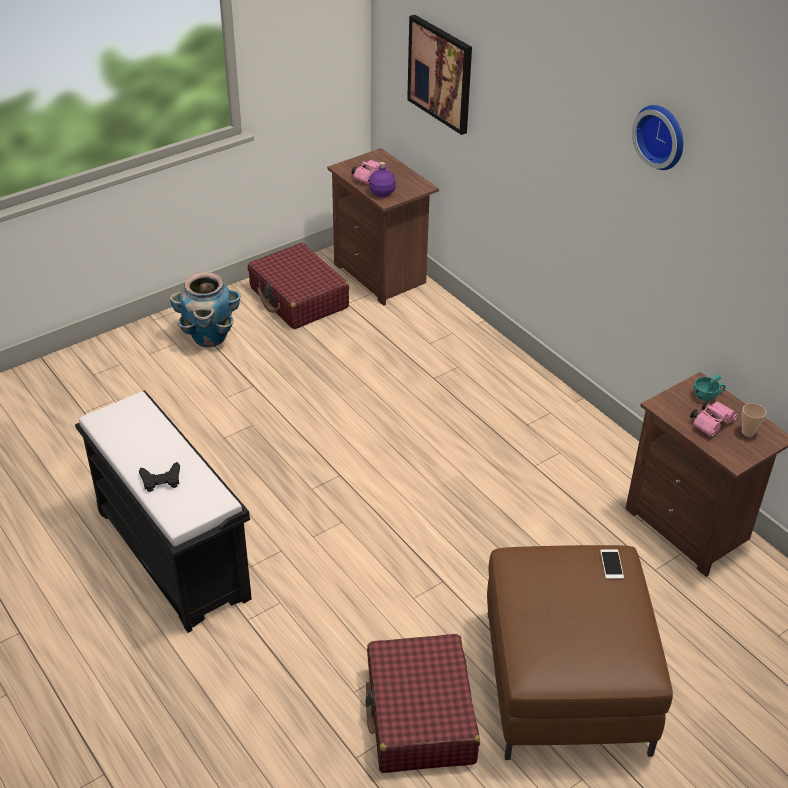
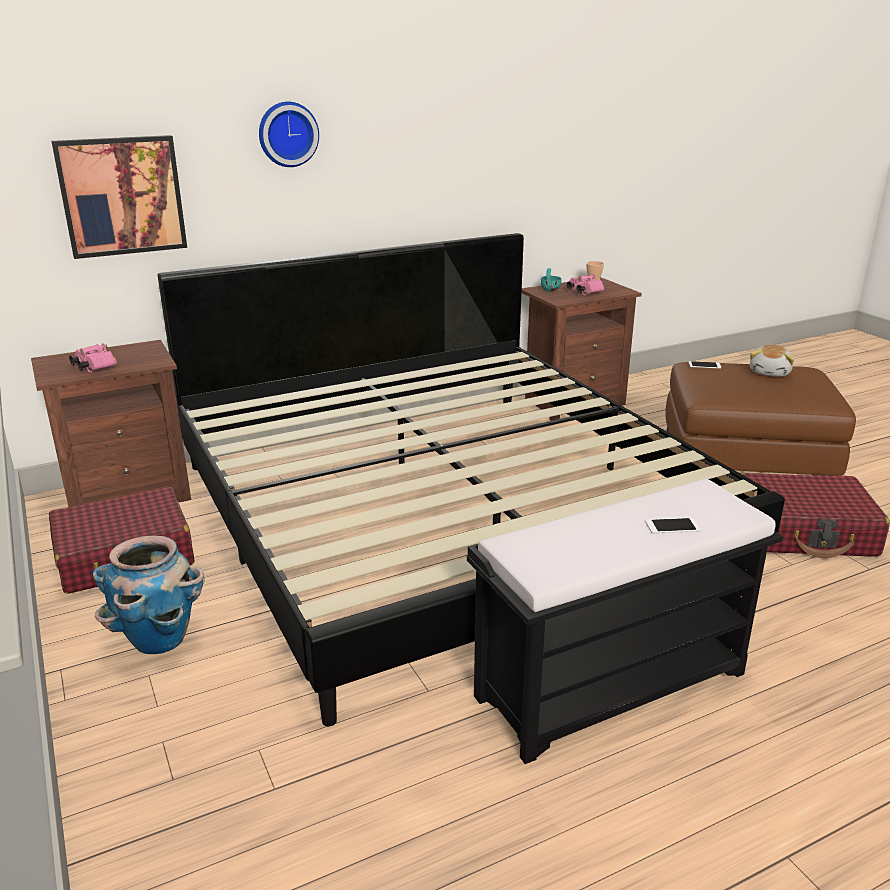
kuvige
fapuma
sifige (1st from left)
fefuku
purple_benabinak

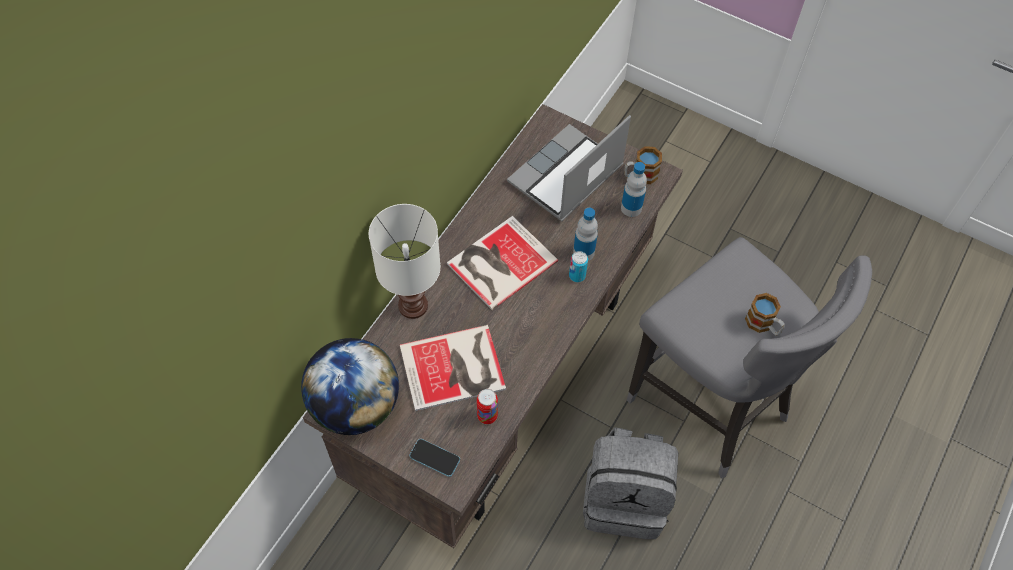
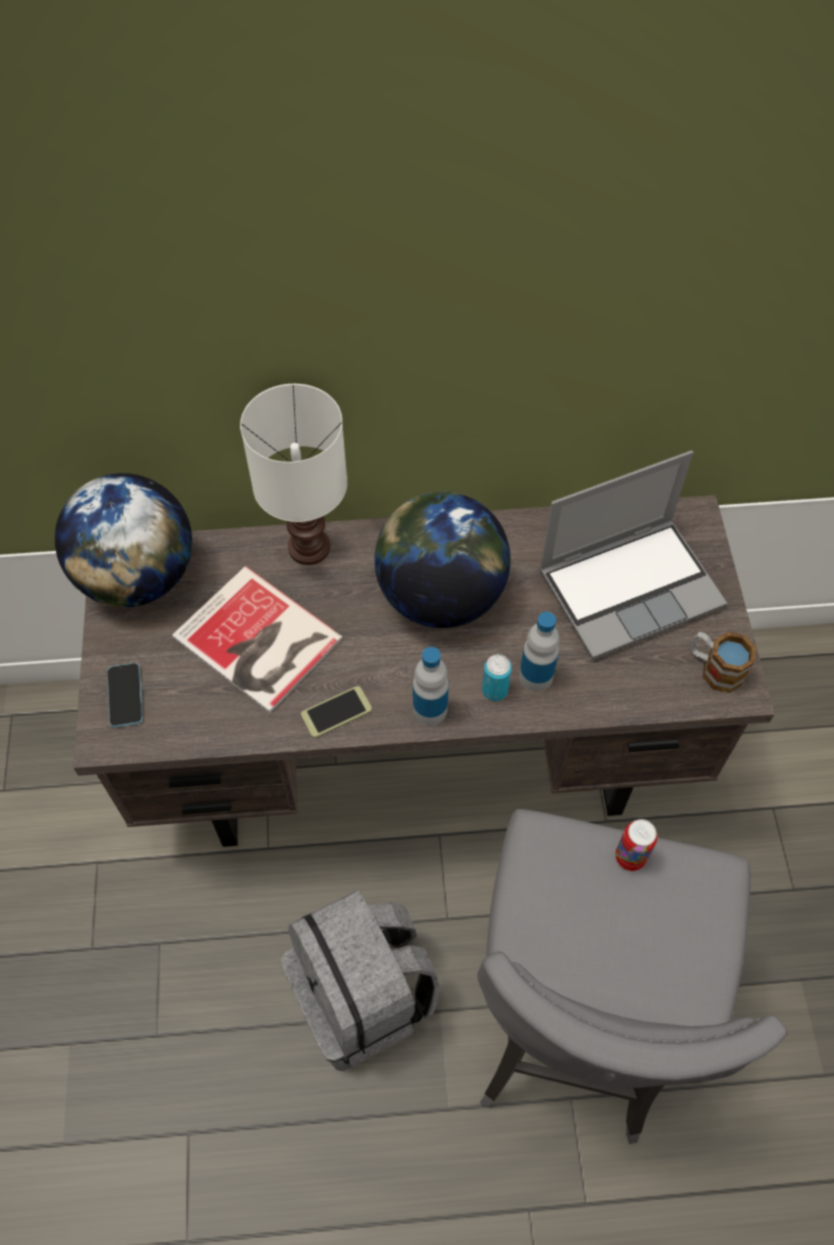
sifige (2nd from left)
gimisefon (2nd from left)
benabinak (1st from left)
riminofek
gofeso (2nd from left)
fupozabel (2nd from left in the first image)

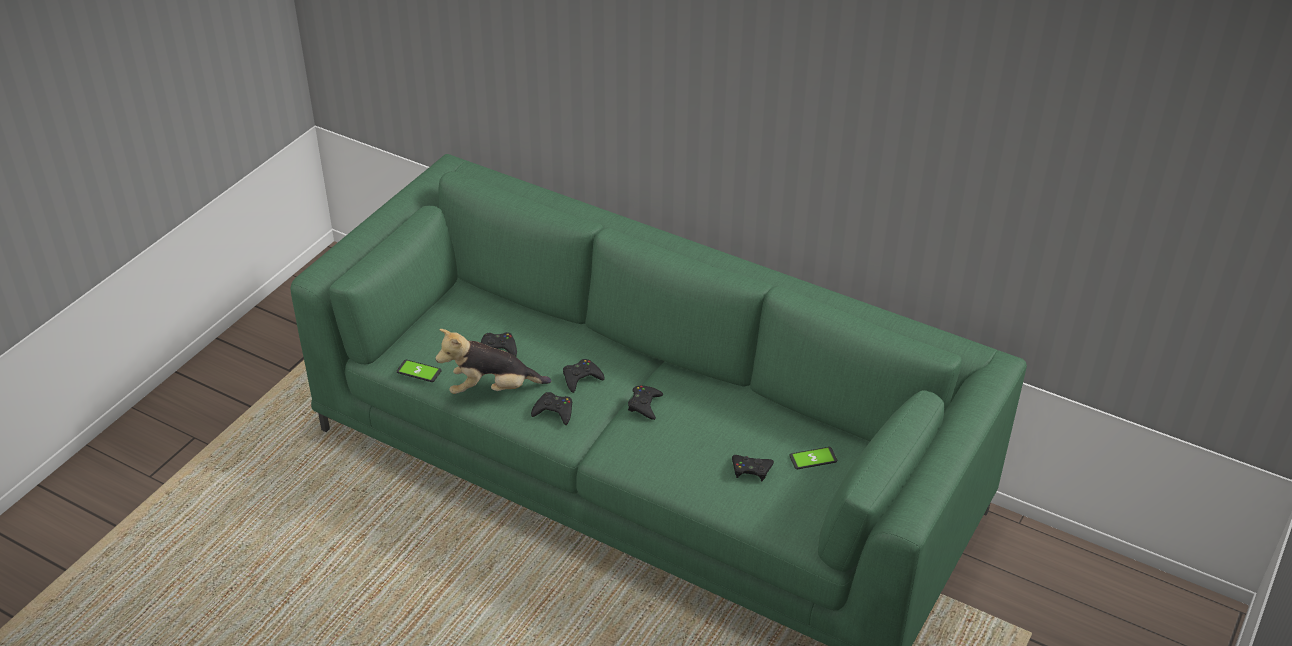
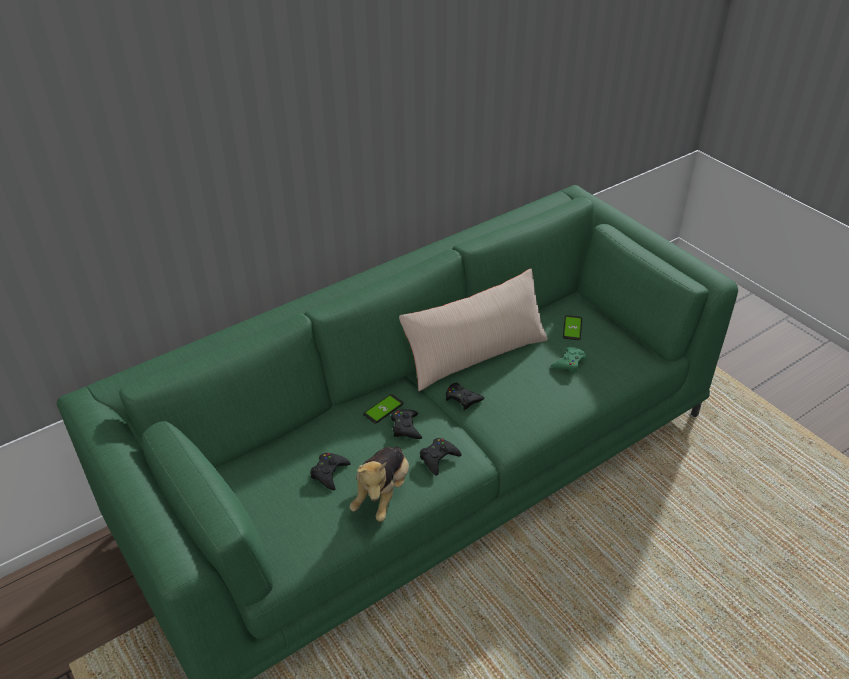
sifige (1st from left)
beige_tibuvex
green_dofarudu

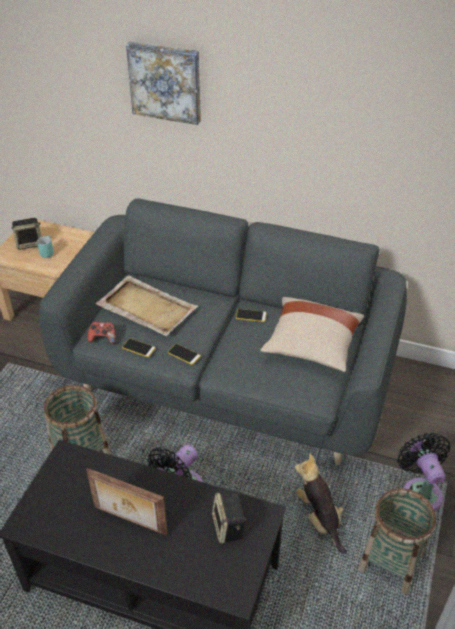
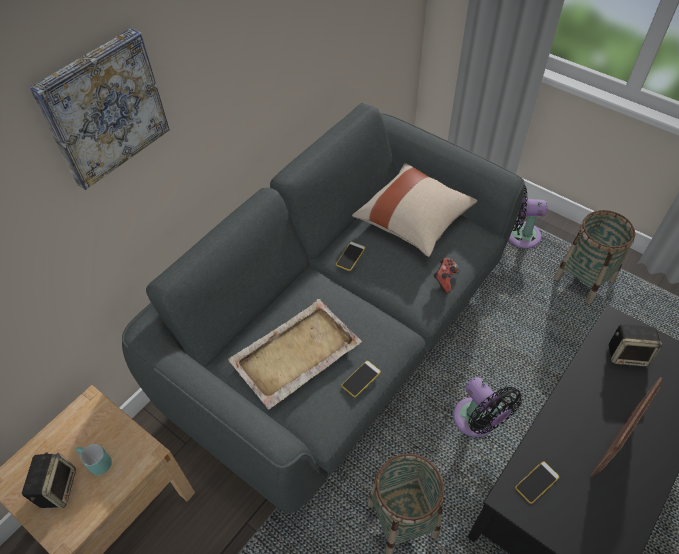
dofarudu
sifige (3rd from left)
fefuku

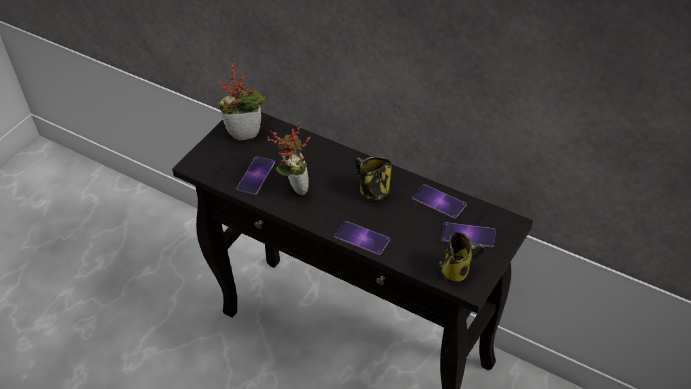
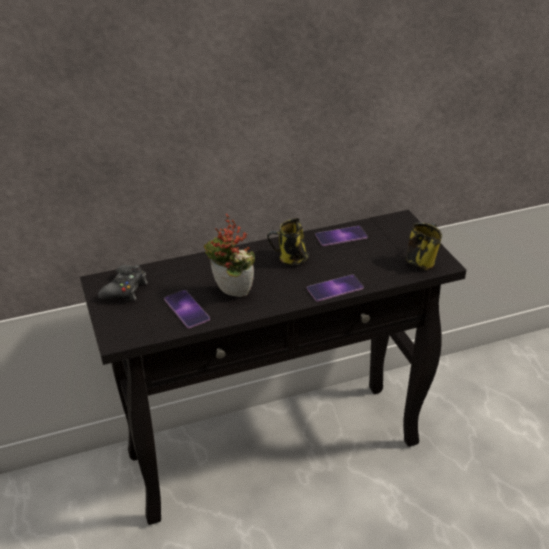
black_dofarudu
sifige (4th from left in the first image)

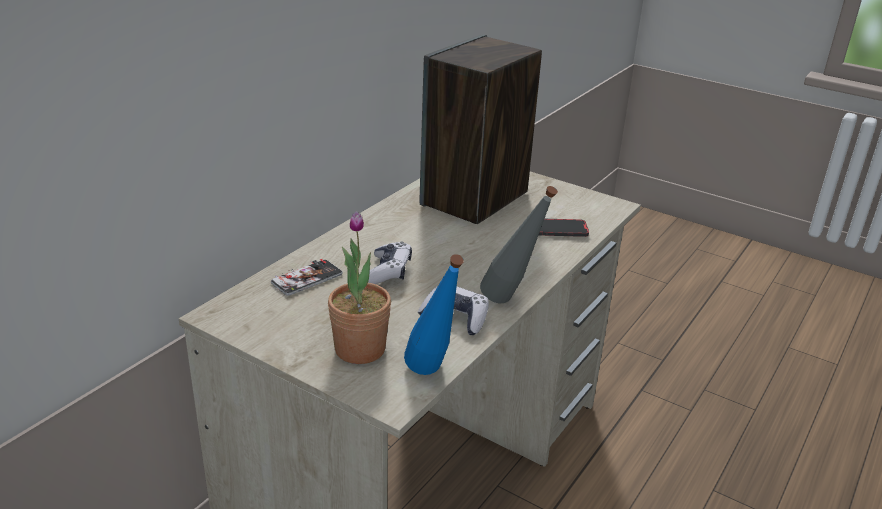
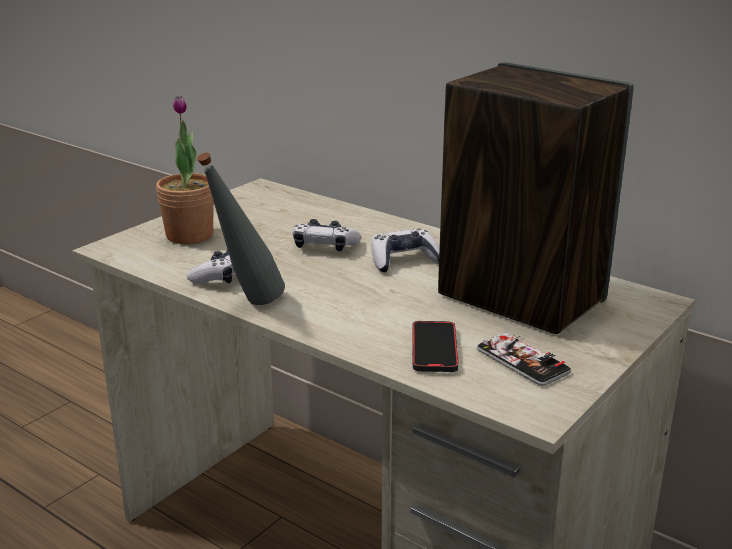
dofarudu (3rd from left)
sifige (2nd from left)
blue_benabinak

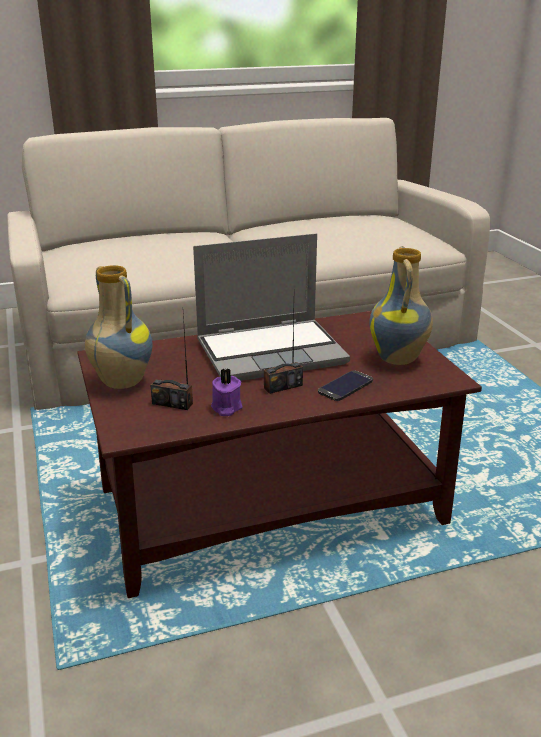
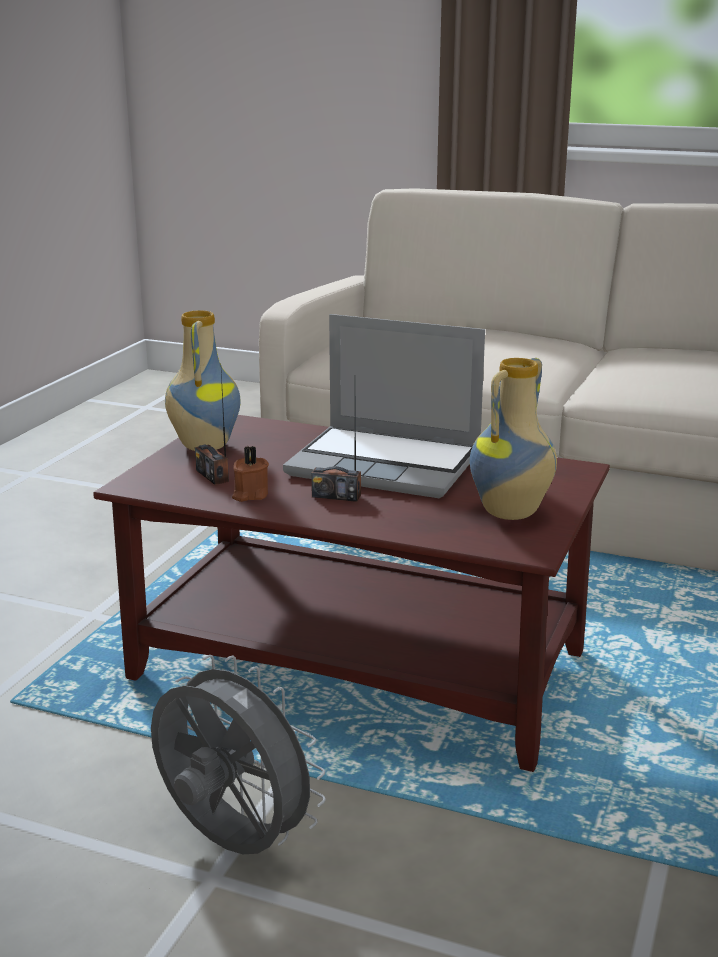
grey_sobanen
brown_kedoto
sifige

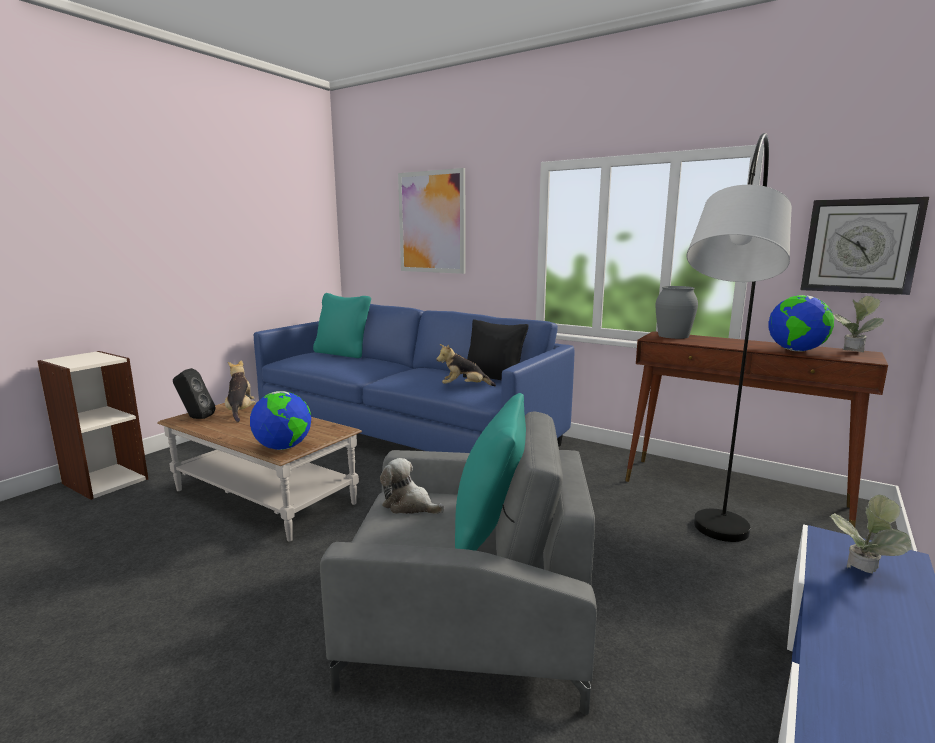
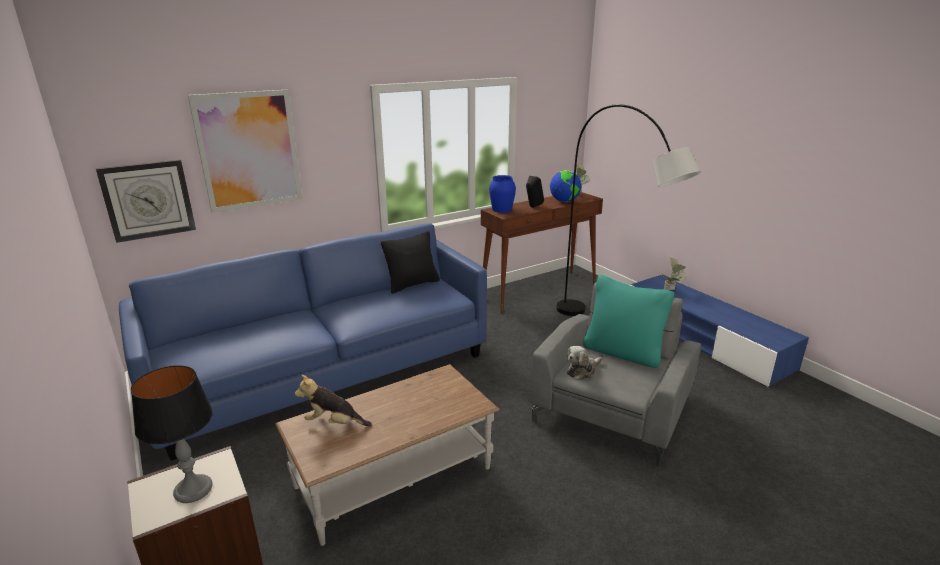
fapuma
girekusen
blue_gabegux
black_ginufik
gimisefon (1st from left in the first image)
turquoise_tibuvex (1st from left in the first image)
fefuku (3rd from left in the first image)

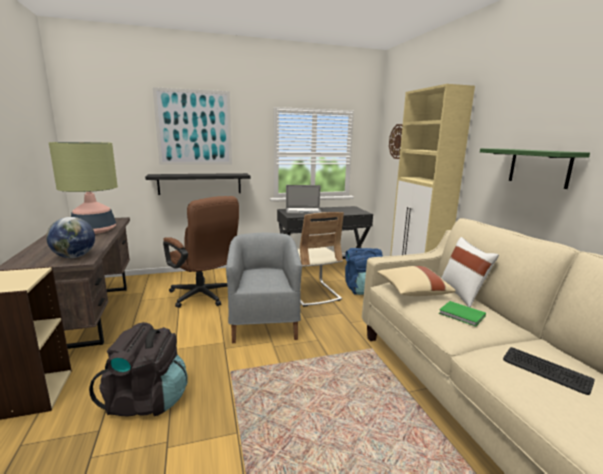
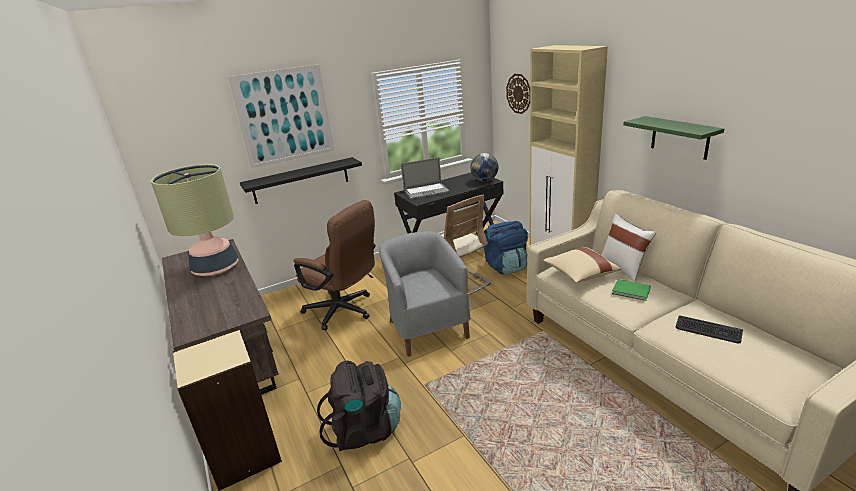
gimisefon

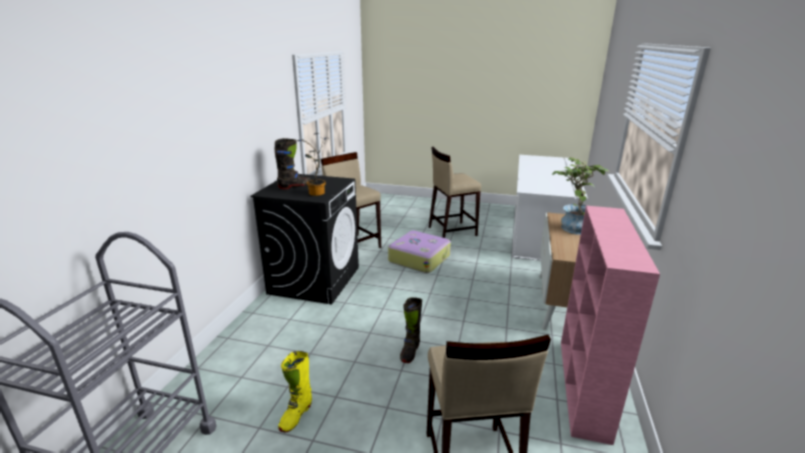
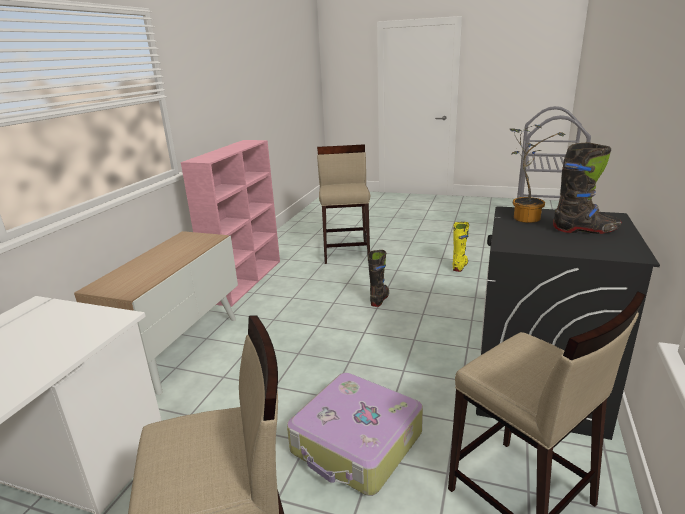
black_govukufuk (2nd from left)
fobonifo (2nd from left in the first image)

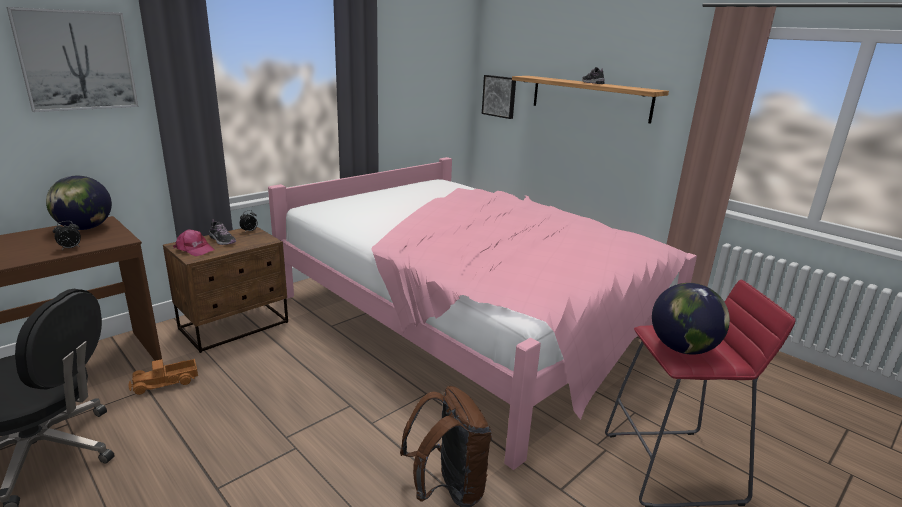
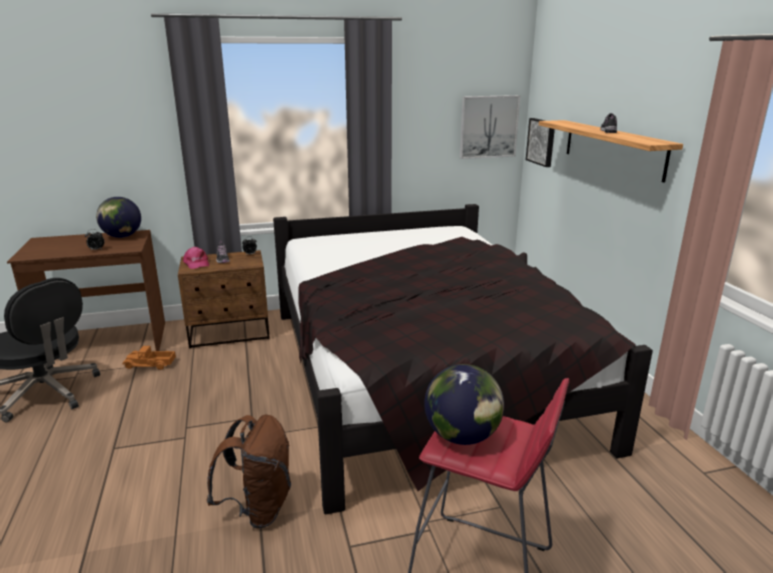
black_kuvige
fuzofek (1st from left)

